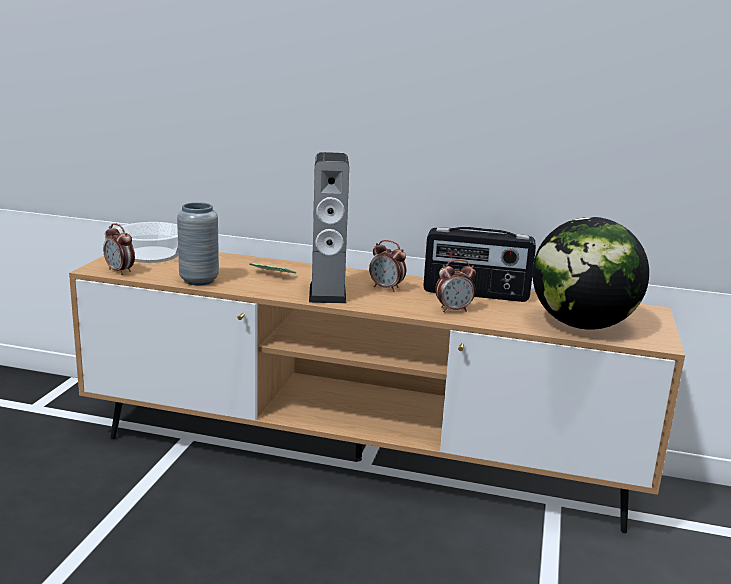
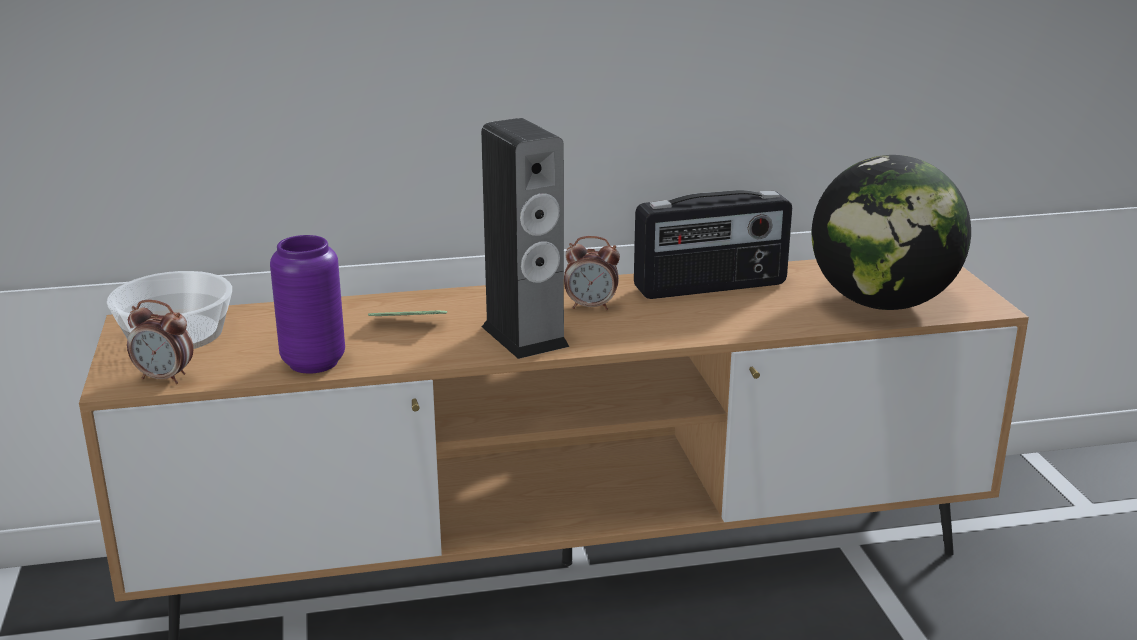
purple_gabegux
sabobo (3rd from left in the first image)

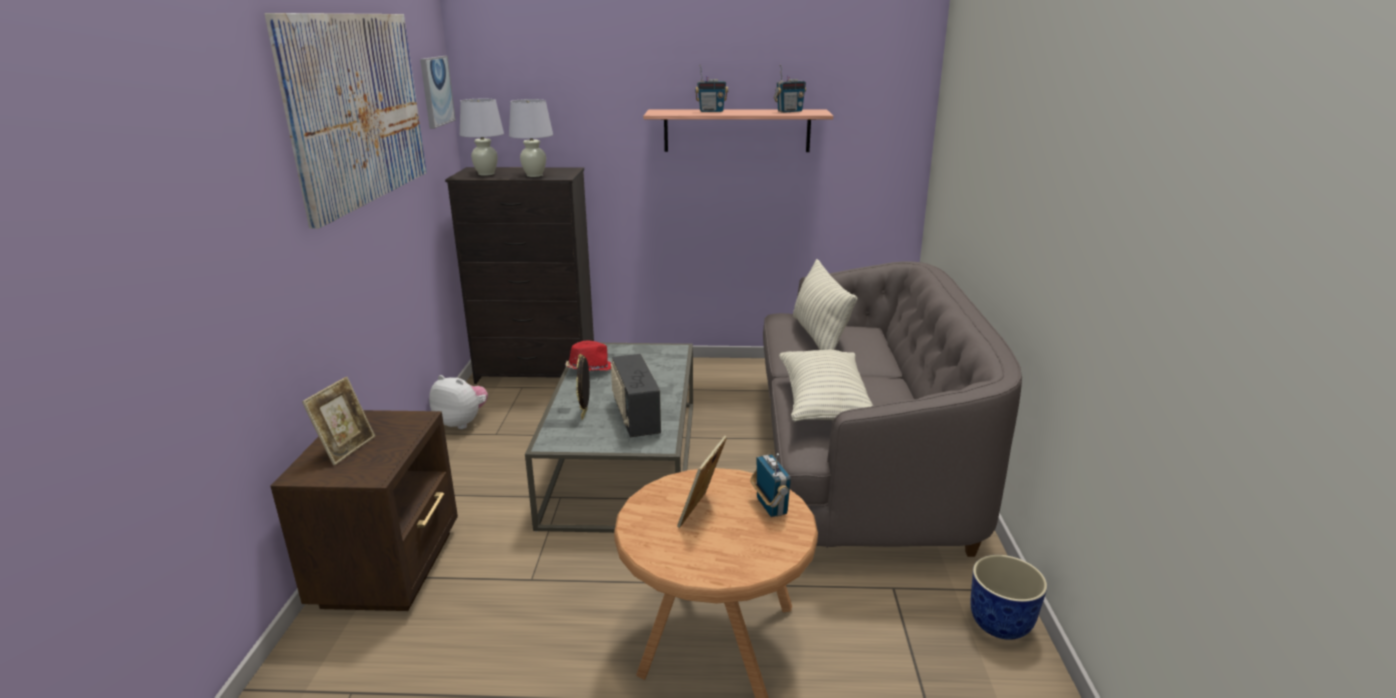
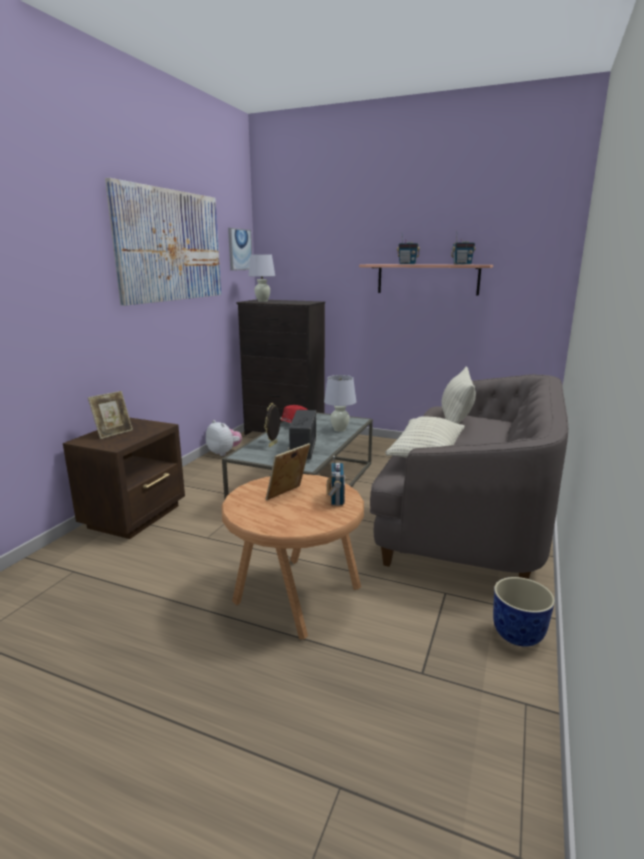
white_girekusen (2nd from left)

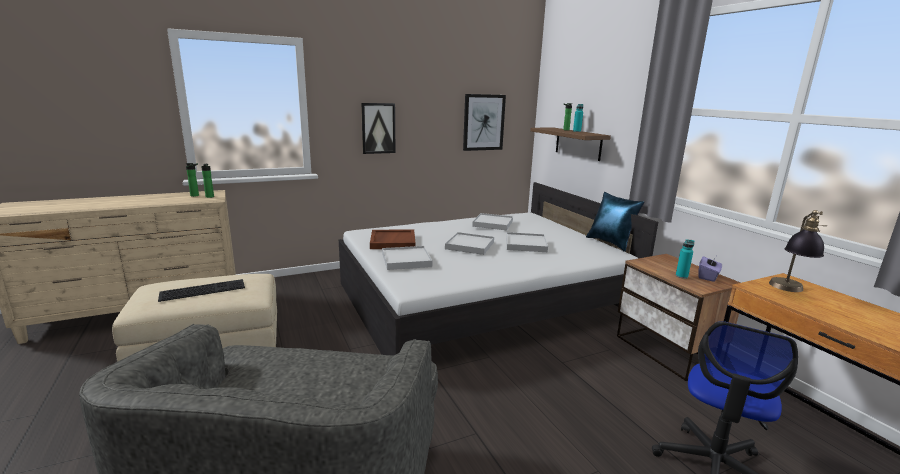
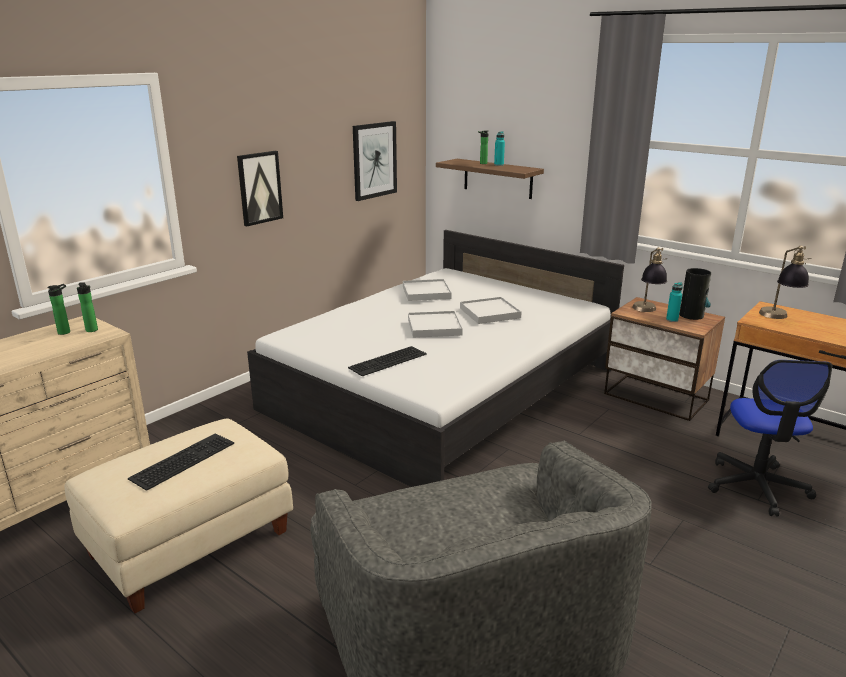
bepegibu (2nd from left)
girekusen (1st from left)
gabegux
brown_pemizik
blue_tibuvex

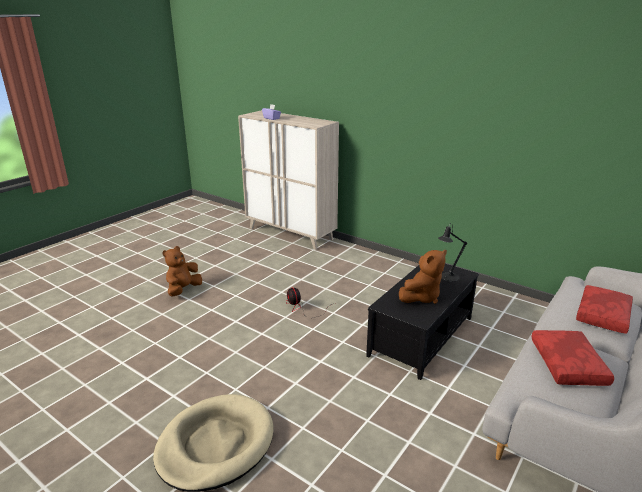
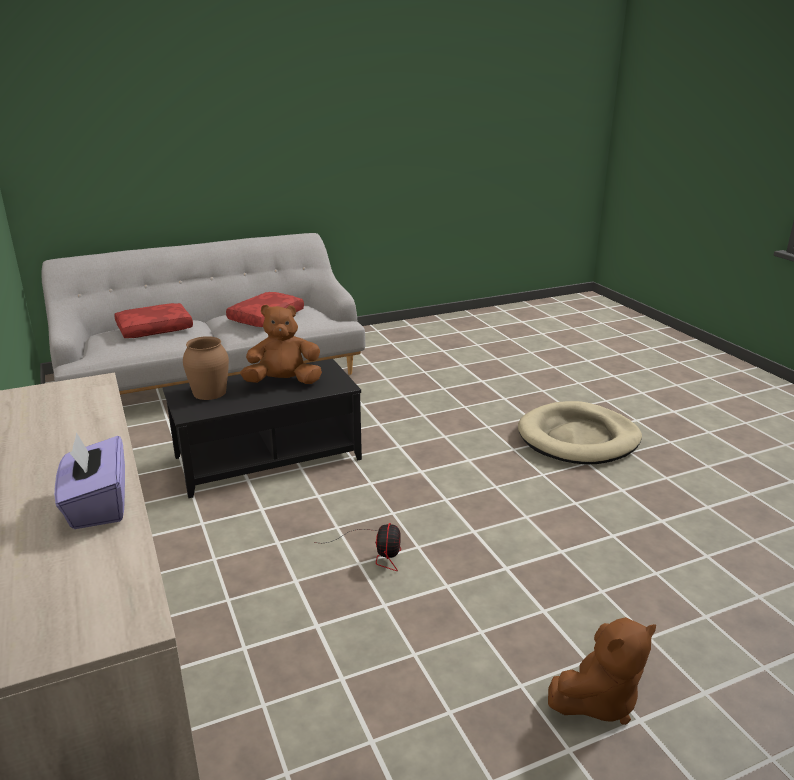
brown_gabegux

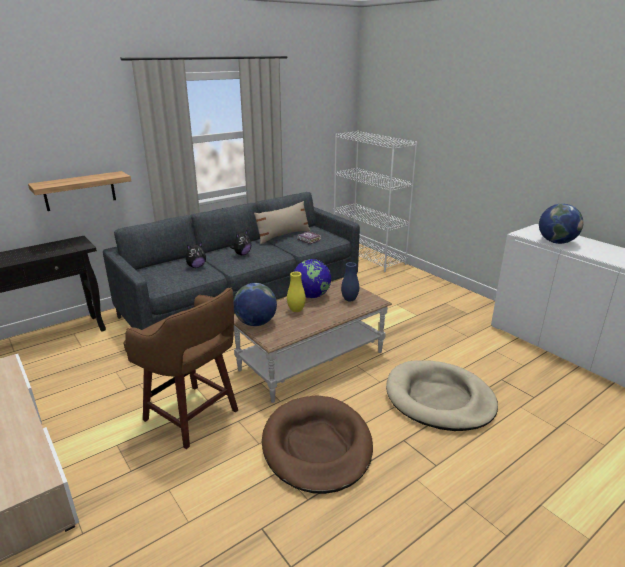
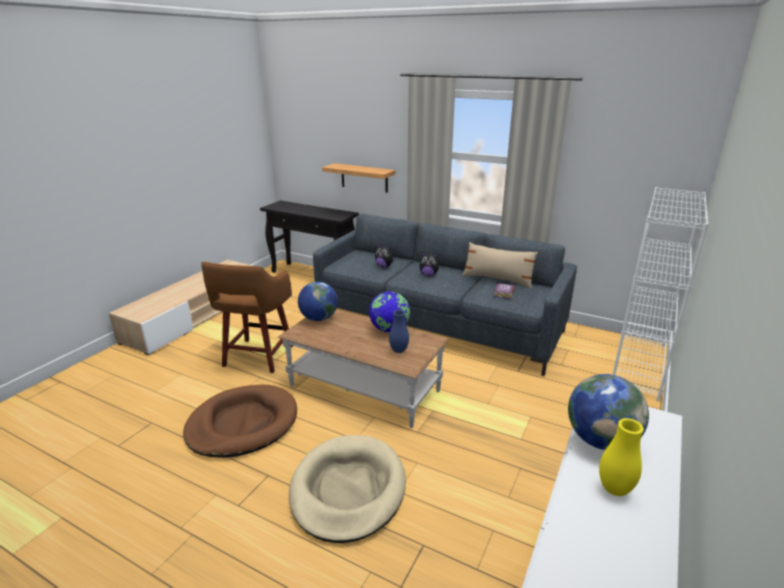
yellow_gabegux

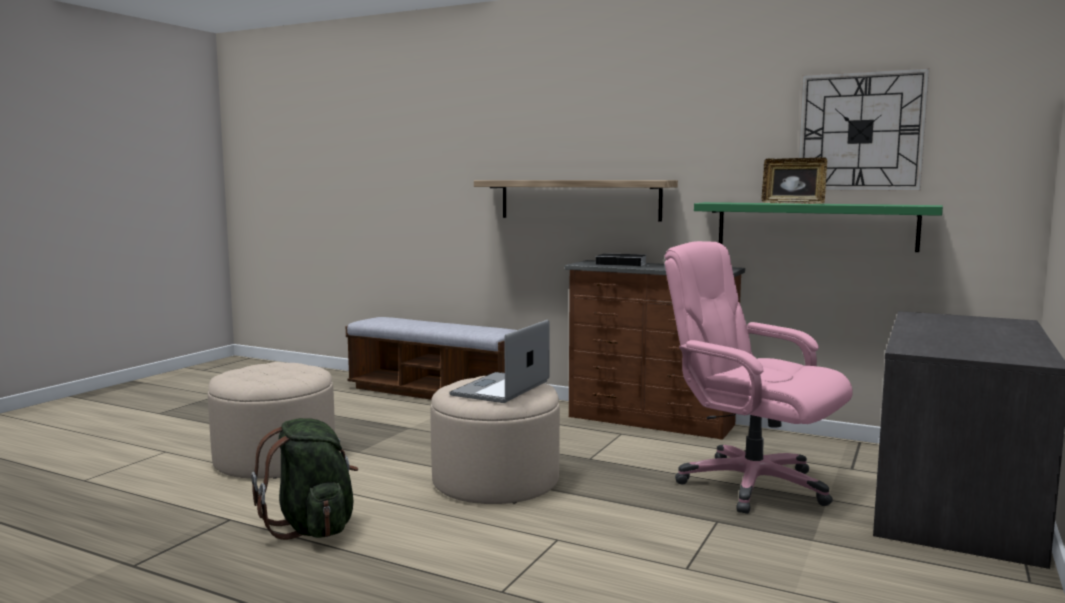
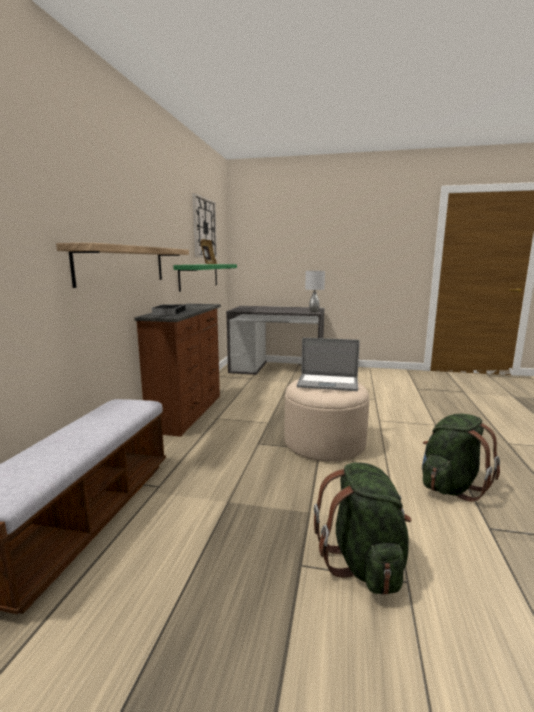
grey_girekusen
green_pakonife (1st from left)
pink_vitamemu

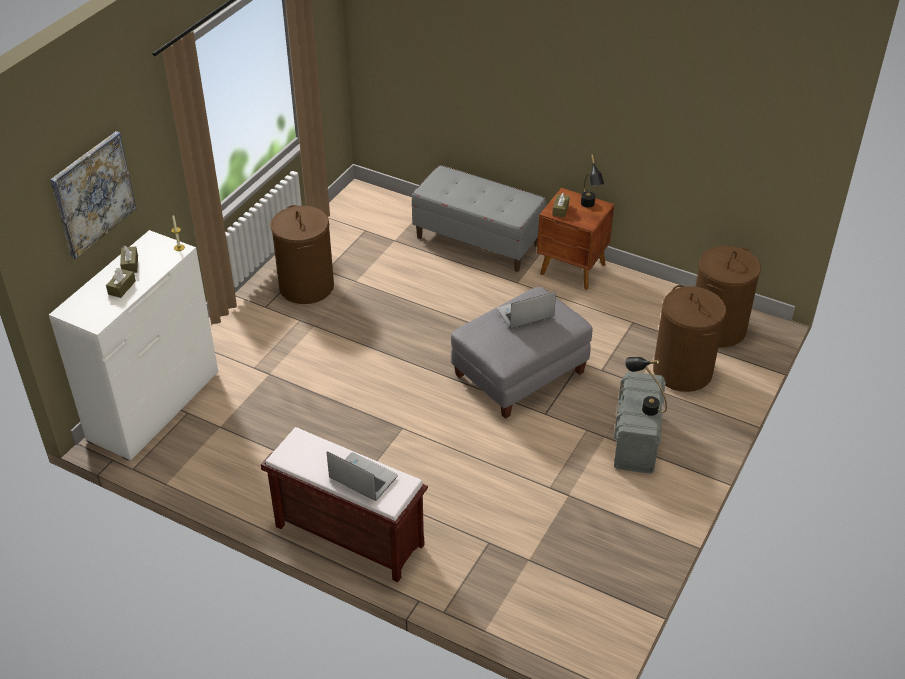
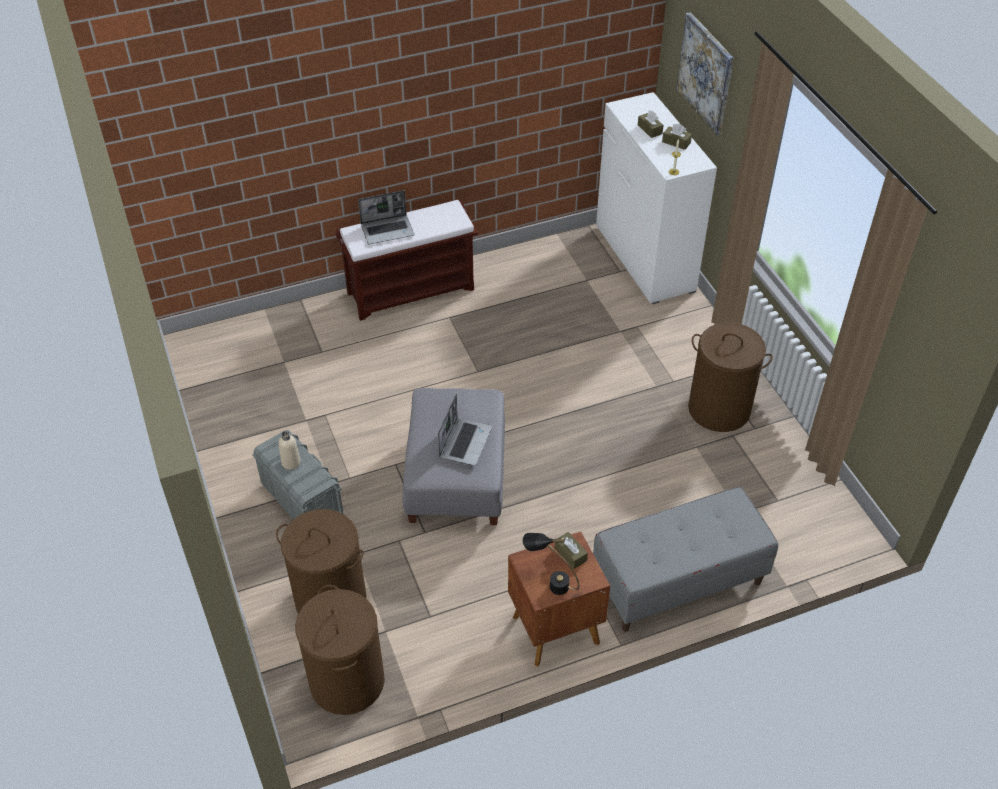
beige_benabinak

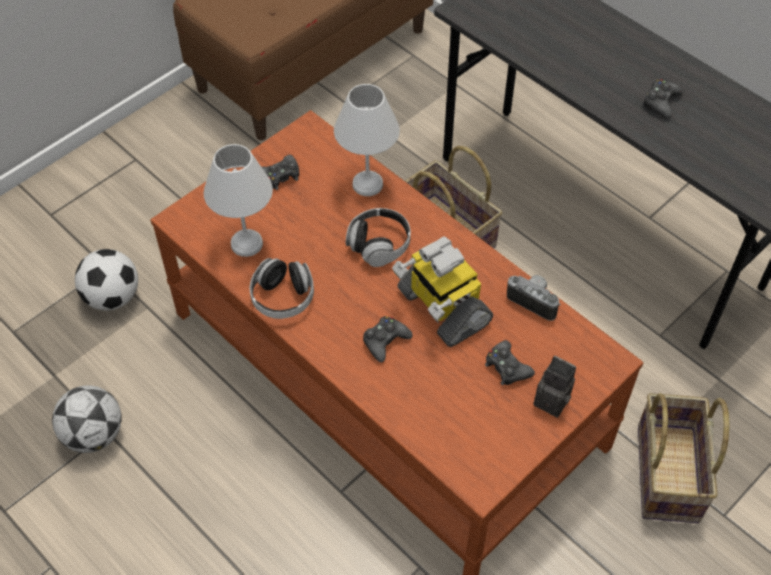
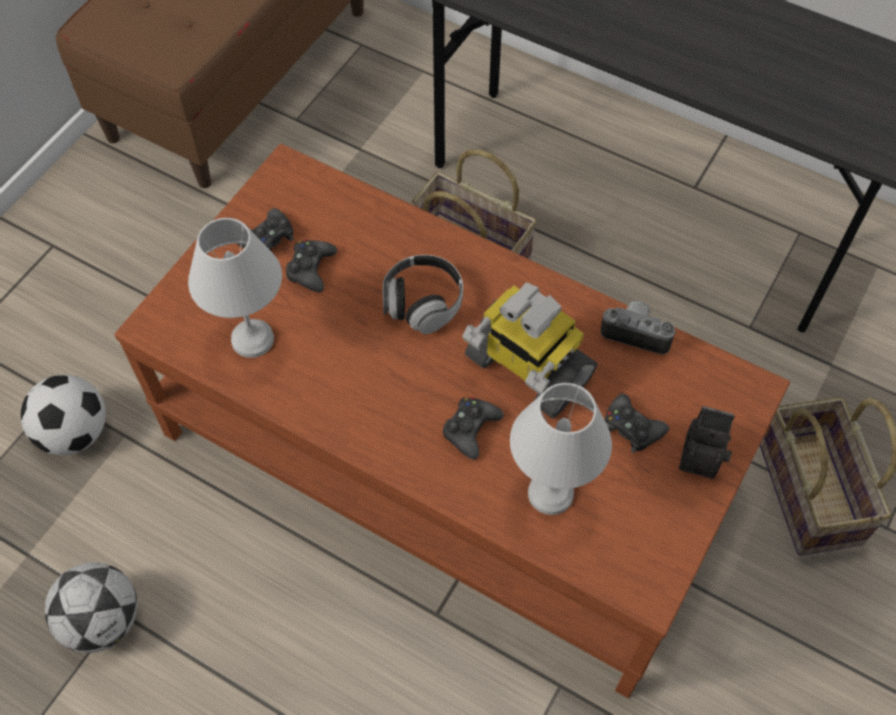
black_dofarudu (2nd from left)
white_girekusen (2nd from left)
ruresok (1st from left in the first image)

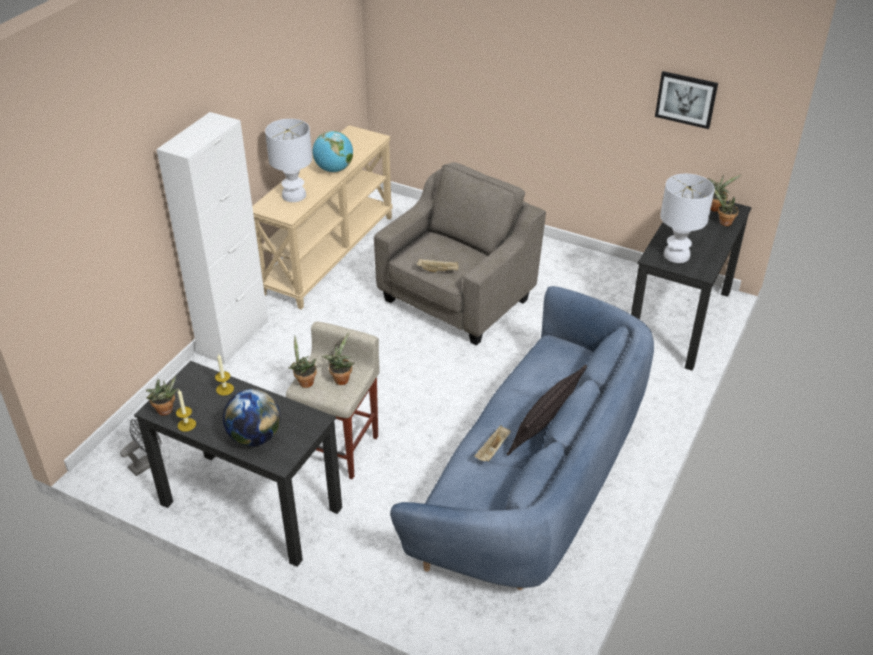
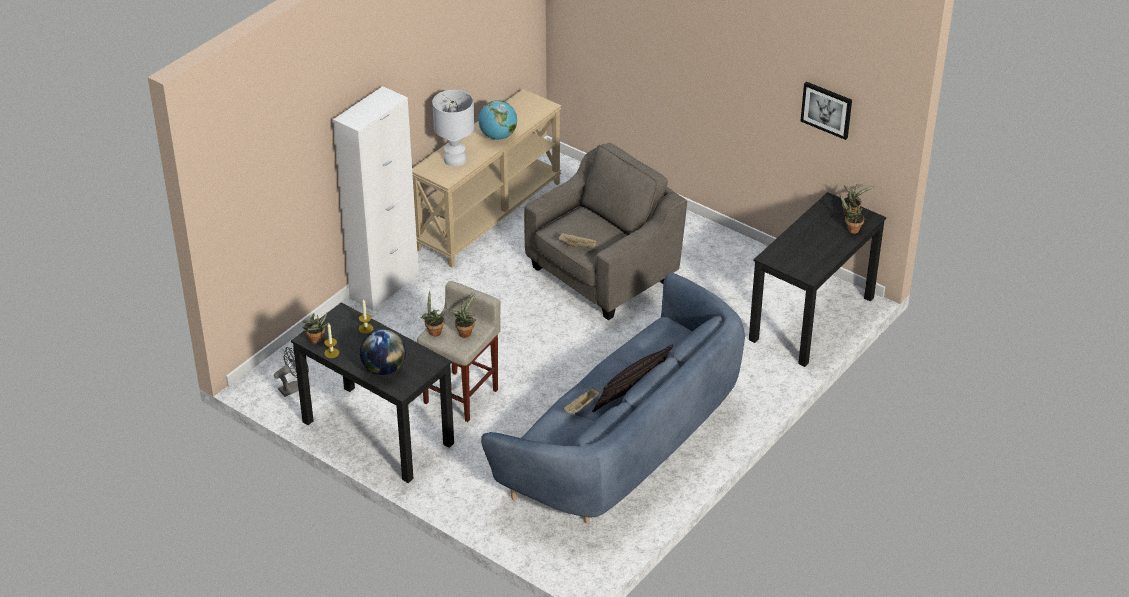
white_girekusen (2nd from left in the first image)

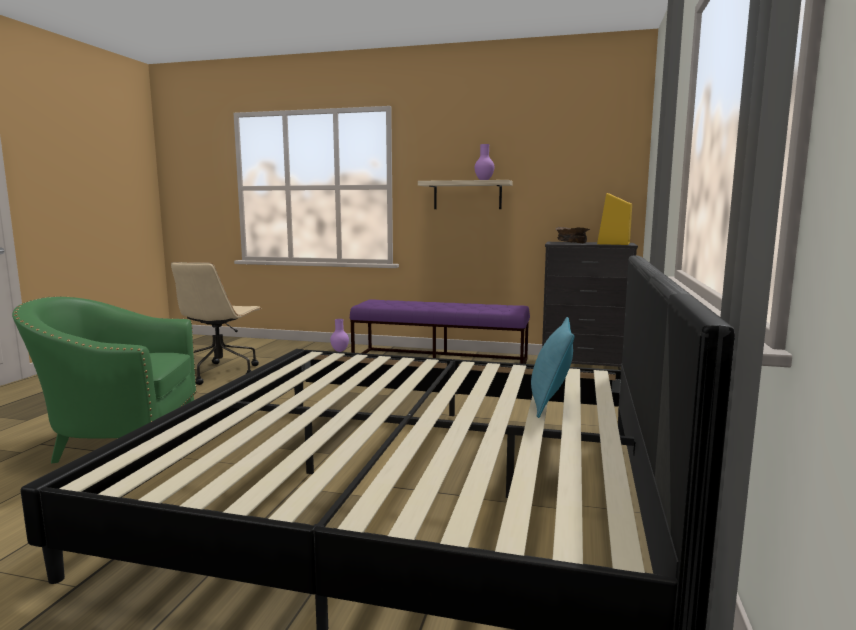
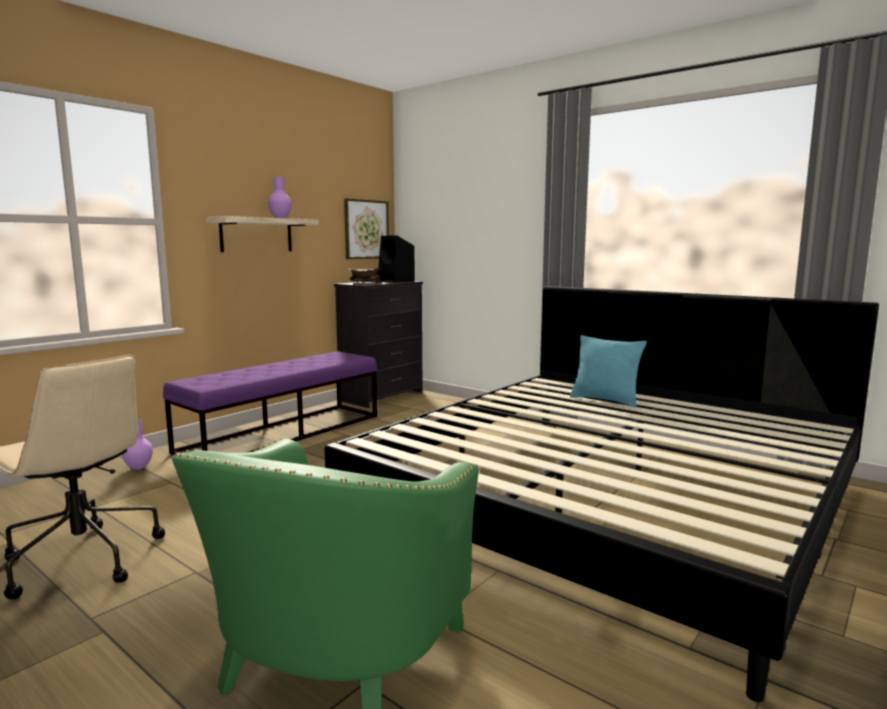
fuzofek
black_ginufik

